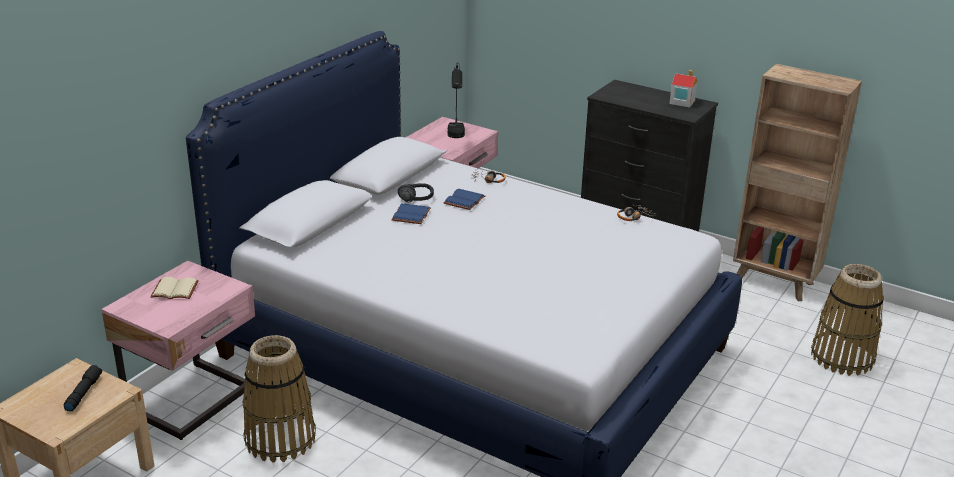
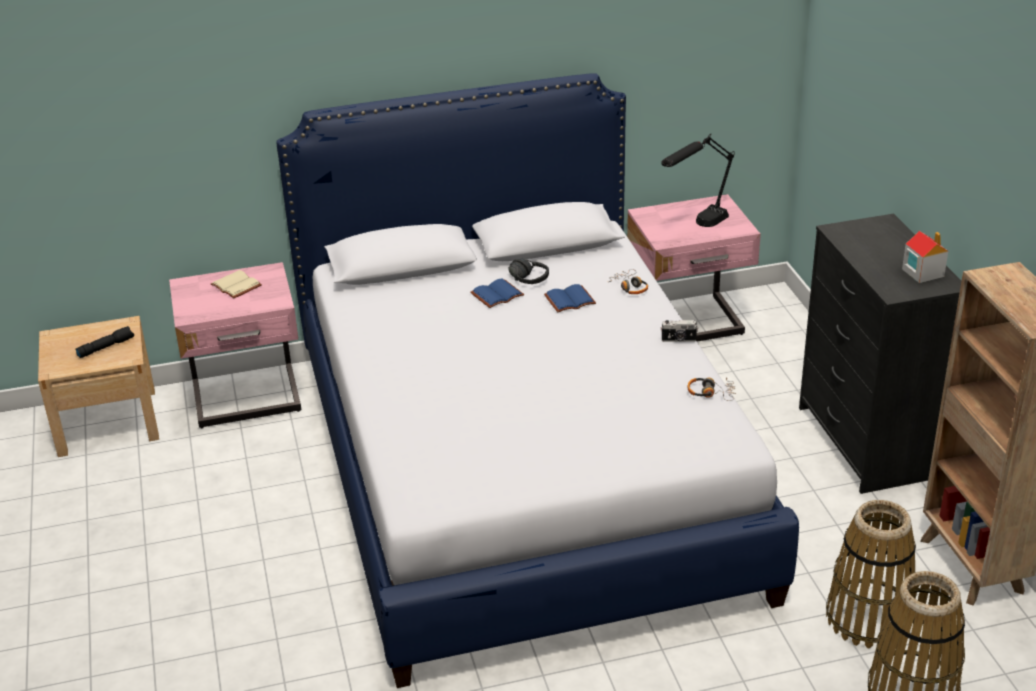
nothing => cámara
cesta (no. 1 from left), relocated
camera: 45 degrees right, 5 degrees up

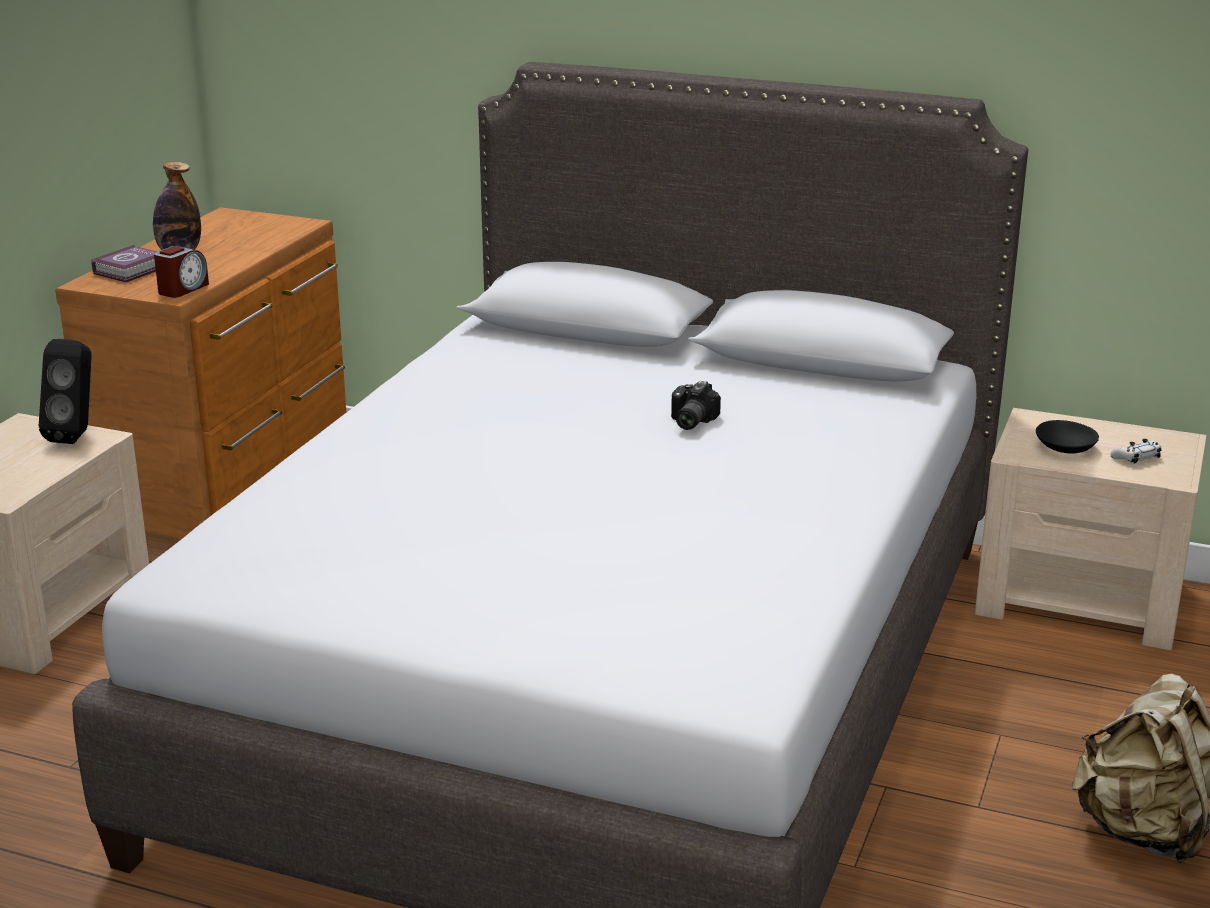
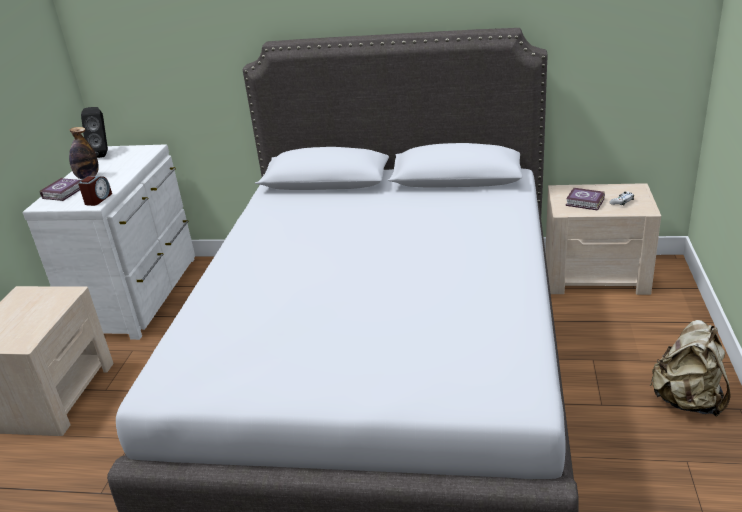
cómoda/marrón => cómoda/blanco
altavoz/negro, relocated
cuenco/negro => libro (no. 2 from left)
cámara => nothing
camera: 10 degrees left, 5 degrees up

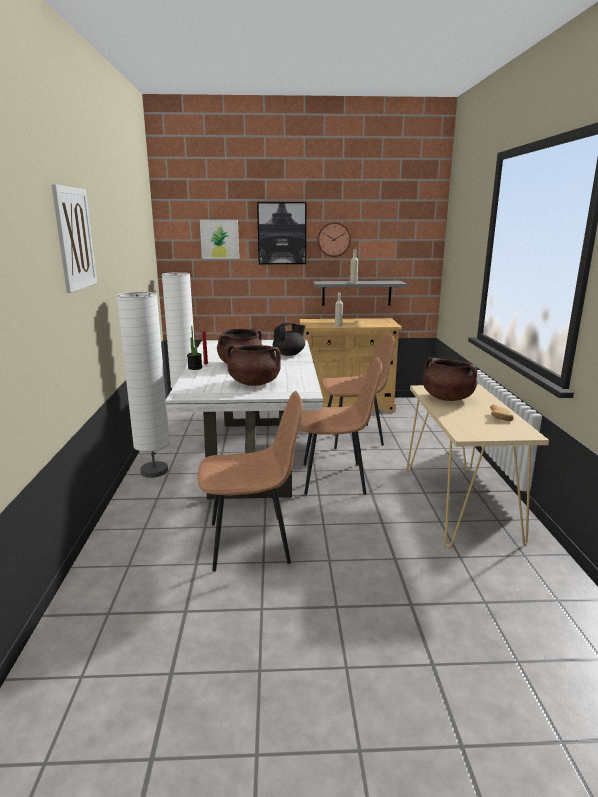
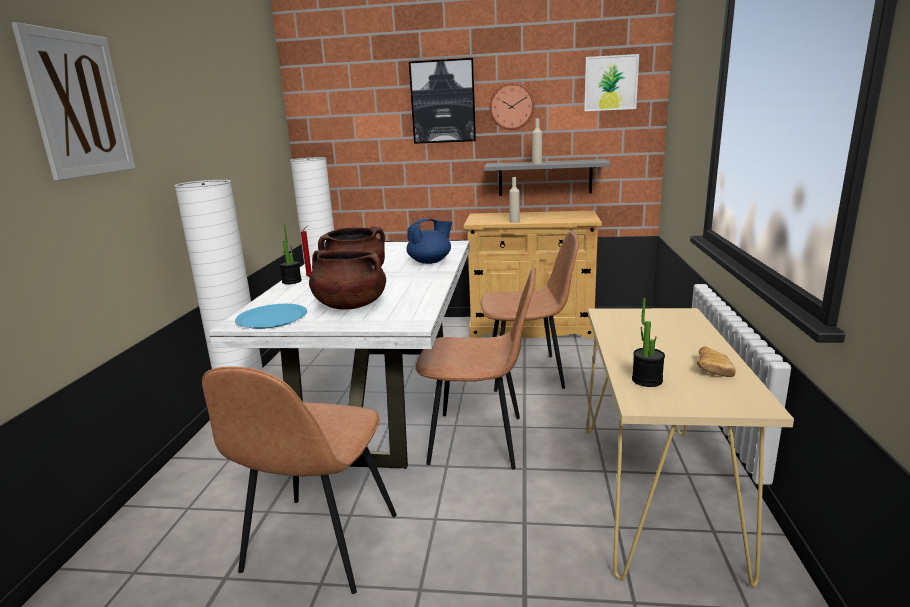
silla/marrón (no. 1 from left), 105 degrees clockwise
nothing => plato/azul
tetera/negro => tetera/azul
cuadro (no. 2 from left in the first image) => cuadro (no. 3 from left), relocated
nothing => planta en maceta (no. 2 from left)
olla/marrón (no. 3 from left) => nothing
camera: 10 degrees right, 0 degrees up

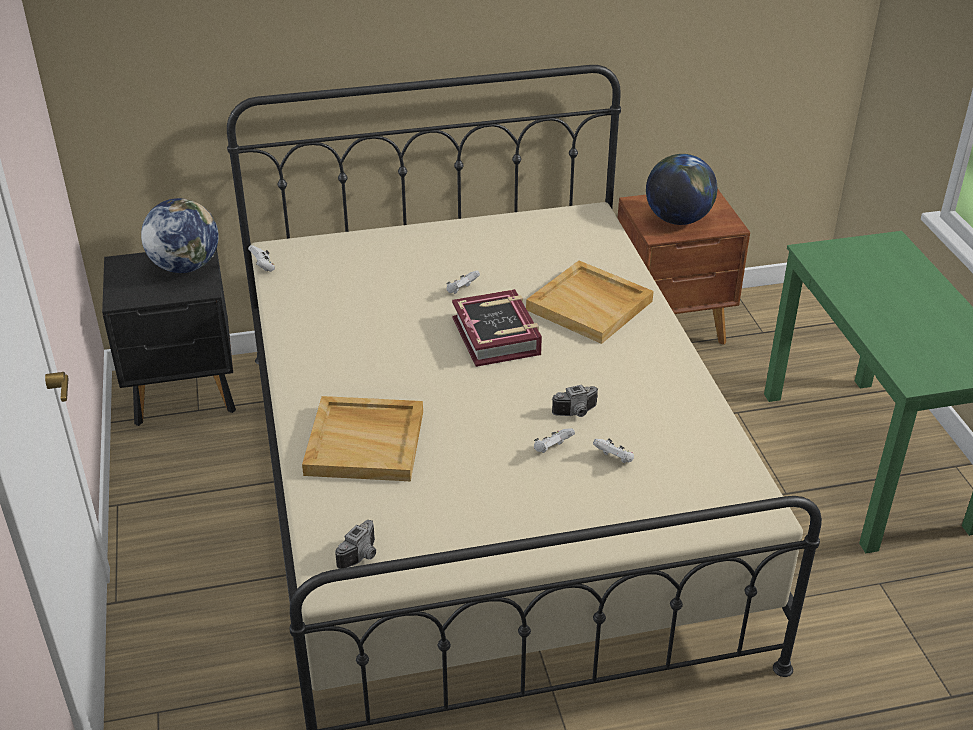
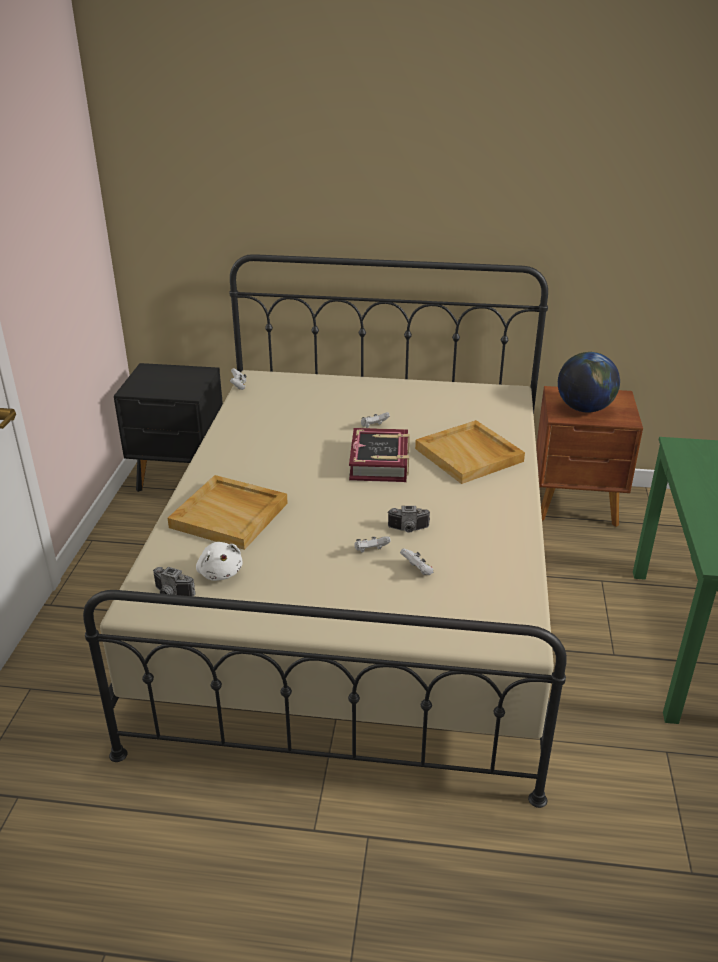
cámara (no. 1 from left), 60 degrees clockwise
nothing => peluche/blanco
globo terráqueo (no. 1 from left) => nothing
camera: 20 degrees right, 5 degrees down

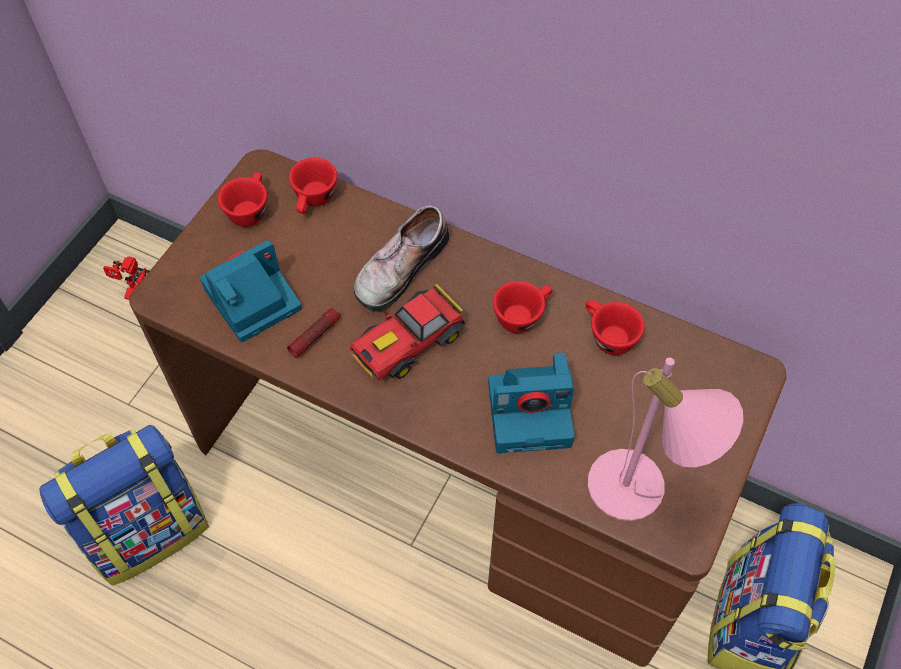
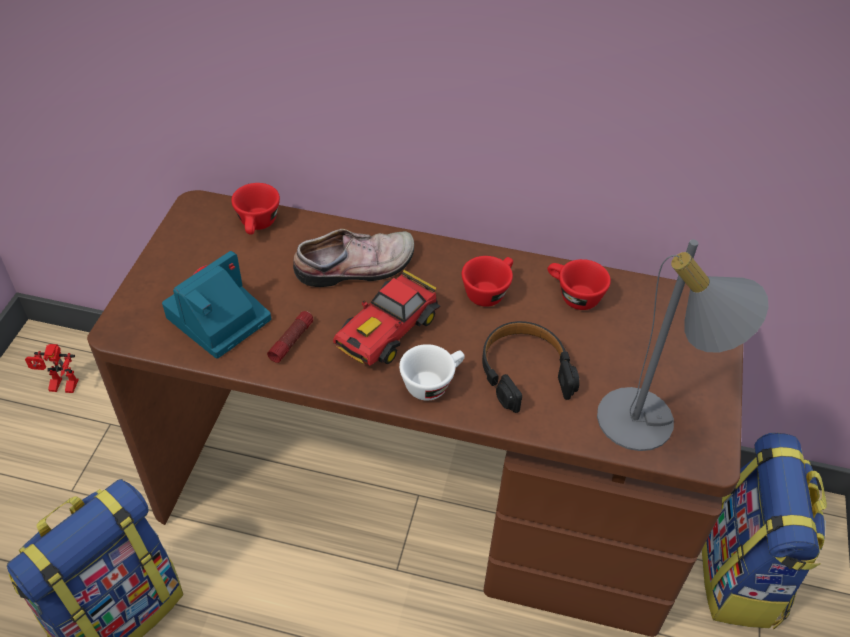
zapato, 135 degrees counterclockwise
nothing => taza/blanco
cámara (no. 2 from left) => auriculares/negro
lámpara de mesa/rosa => lámpara de mesa/gris
taza/rojo (no. 1 from left) => nothing
camera: 15 degrees left, 10 degrees down

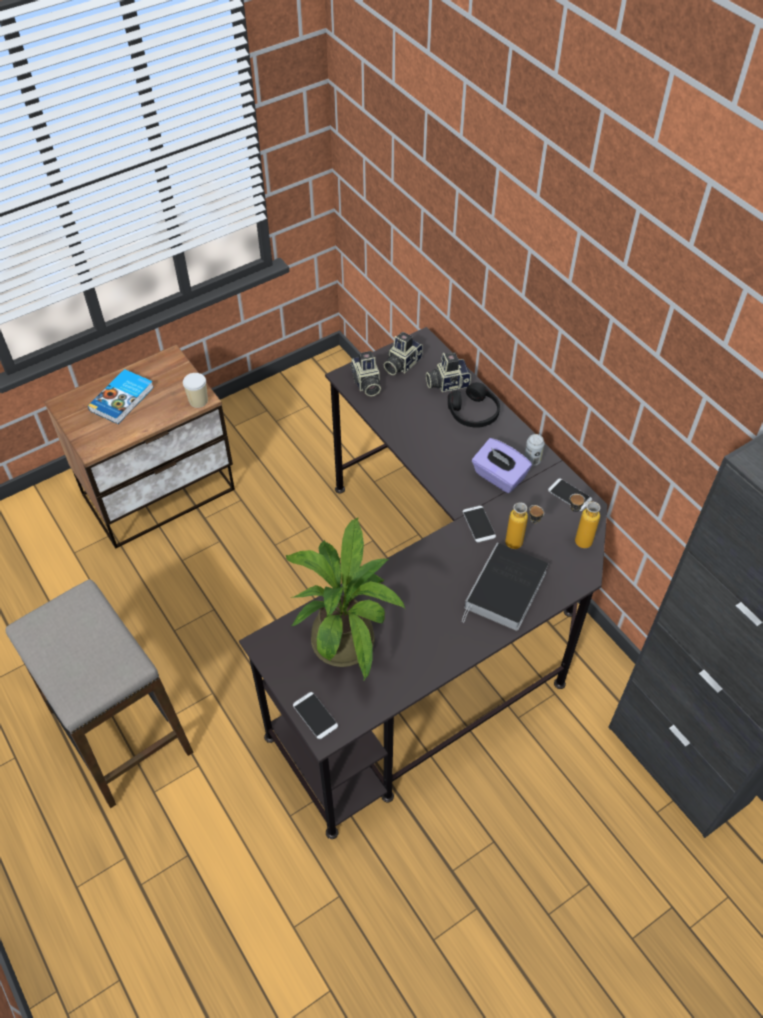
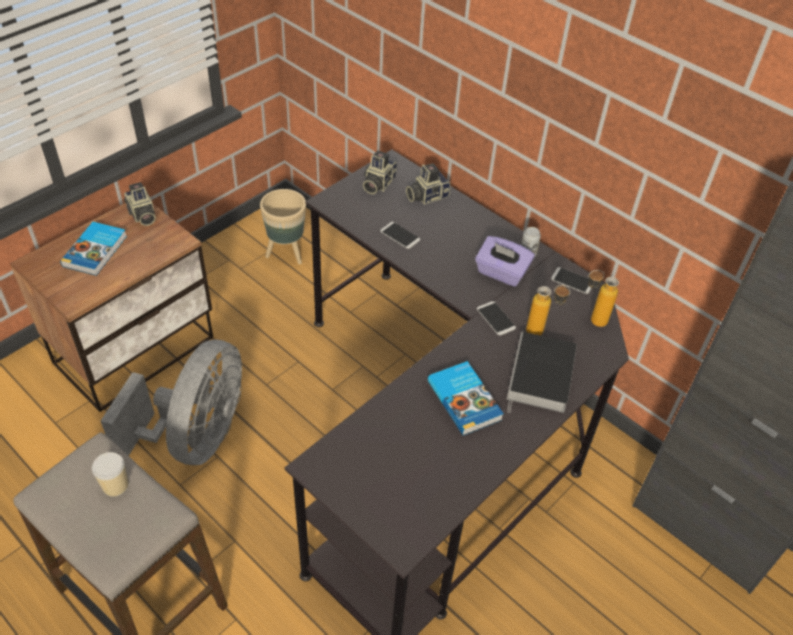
taza, relocated
nothing => ventilador/gris
cámara (no. 1 from left), relocated
nothing => maceta/beis
móvil (no. 1 from left), relocated
nothing => libro (no. 2 from left)
planta en maceta => nothing
auriculares/negro => nothing
camera: 15 degrees left, 5 degrees down

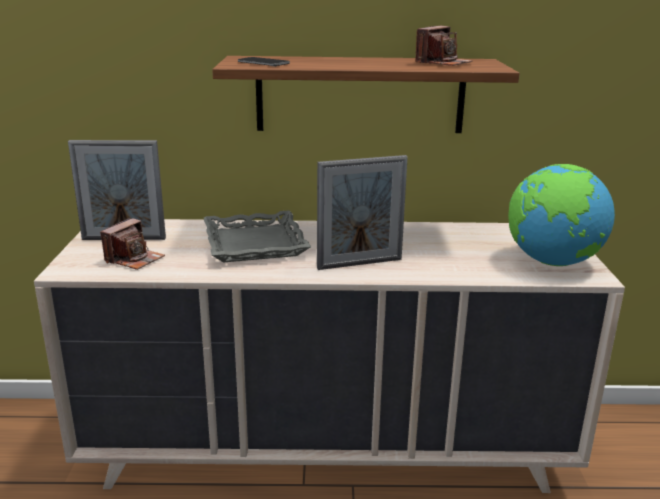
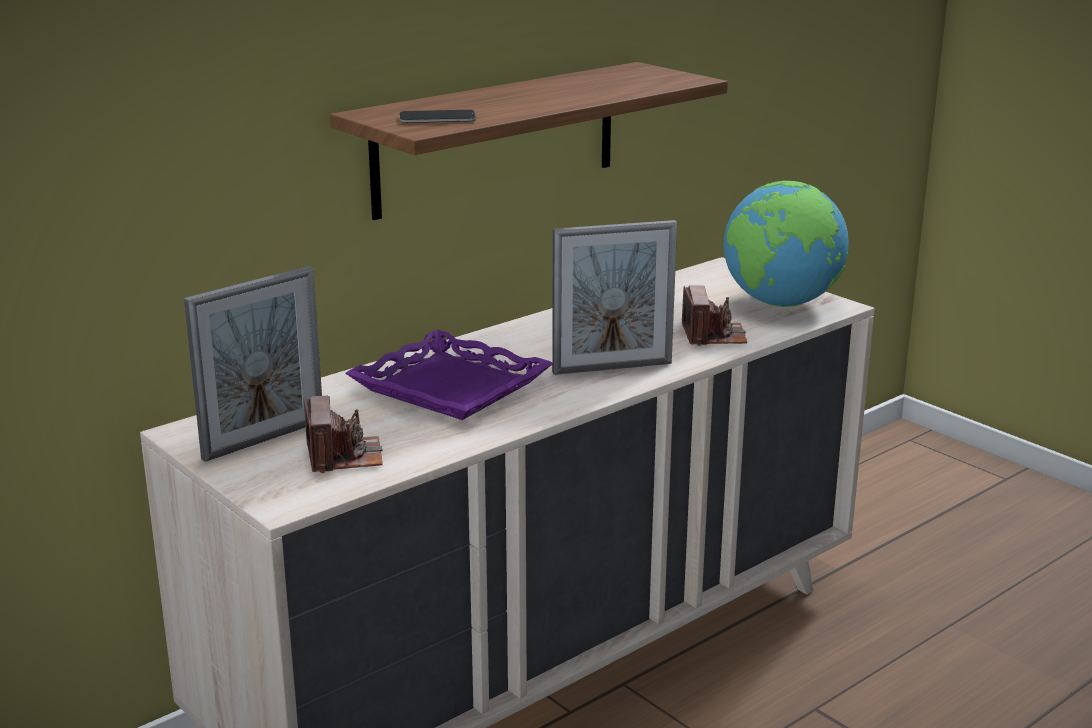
bandeja/gris => bandeja/morado
portarretratos (no. 2 from left), 45 degrees clockwise
cámara (no. 2 from left), relocated
camera: 40 degrees left, 0 degrees up

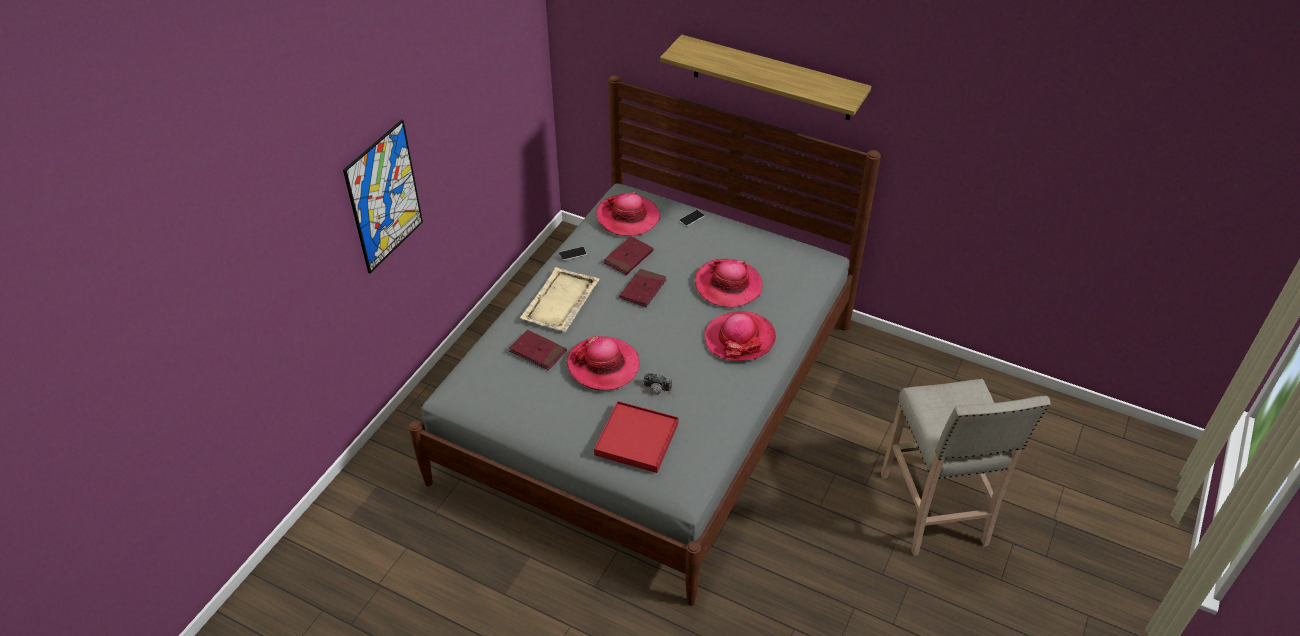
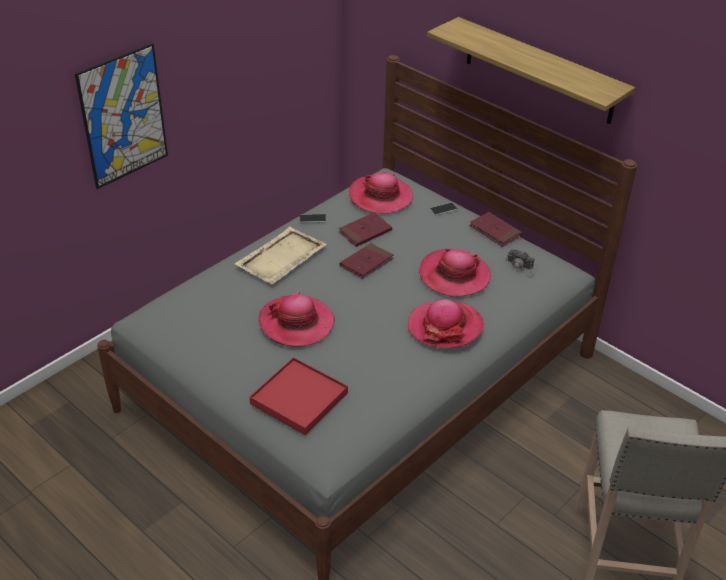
libro/rojo (no. 1 from left in the first image) => libro/rojo (no. 3 from left), relocated
cámara, relocated
camera: 15 degrees right, 5 degrees down

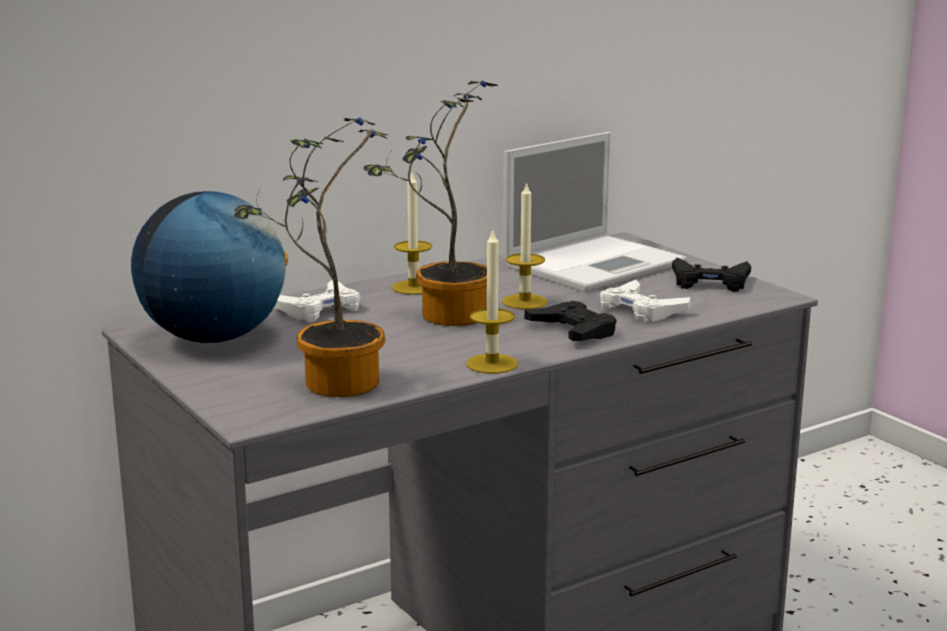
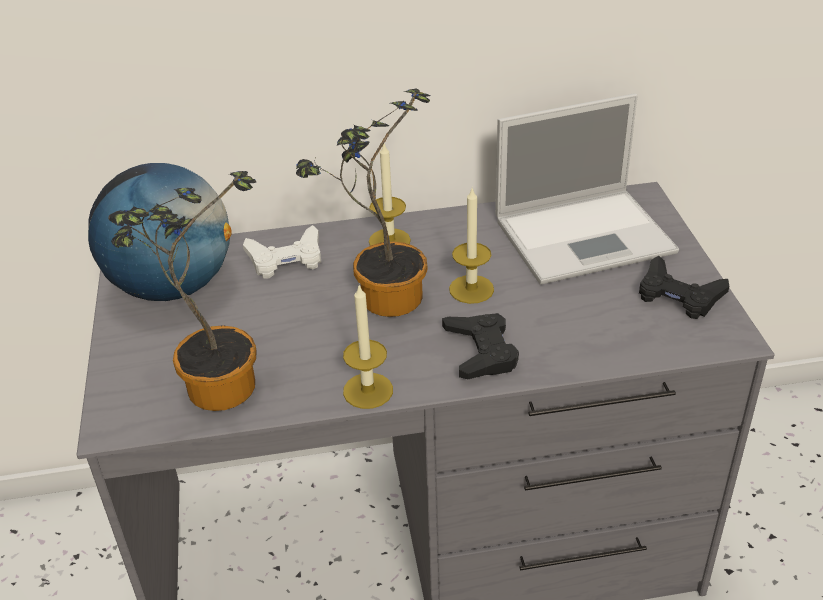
mando de consola/blanco (no. 2 from left) => nothing
camera: 25 degrees right, 20 degrees up

